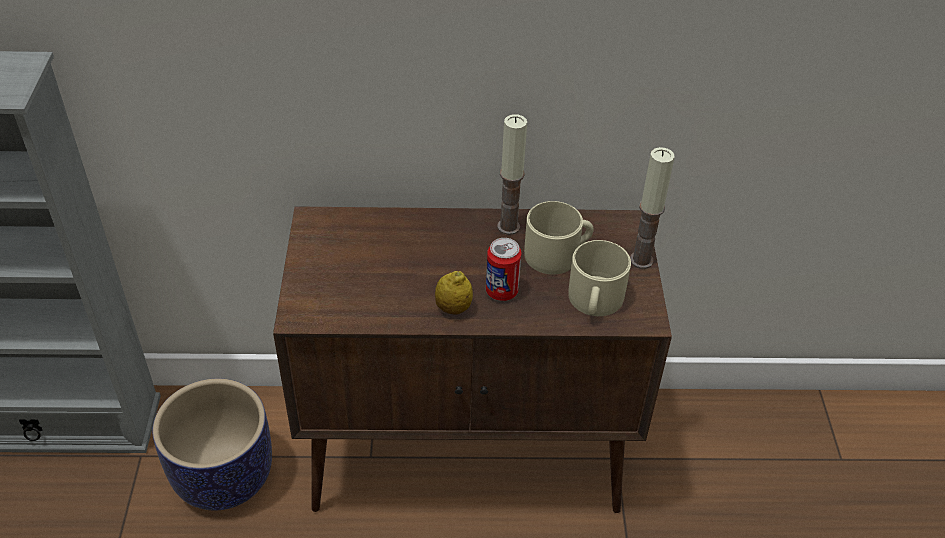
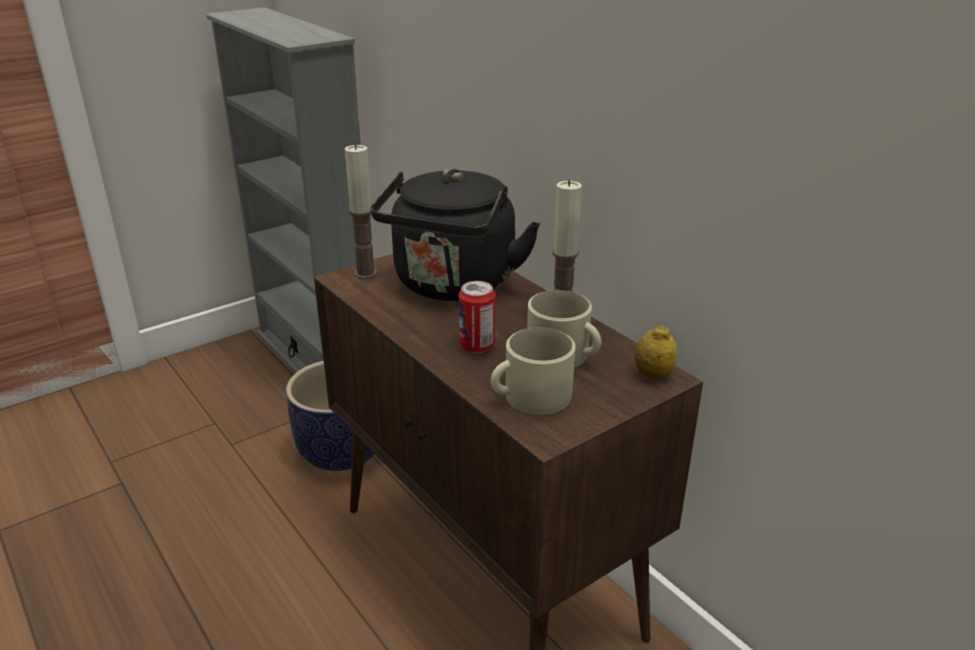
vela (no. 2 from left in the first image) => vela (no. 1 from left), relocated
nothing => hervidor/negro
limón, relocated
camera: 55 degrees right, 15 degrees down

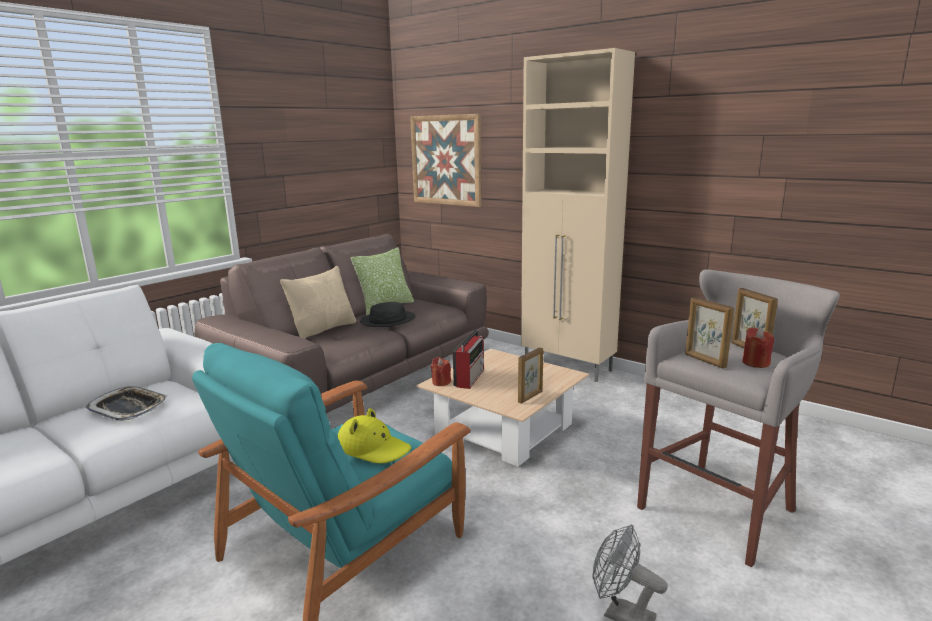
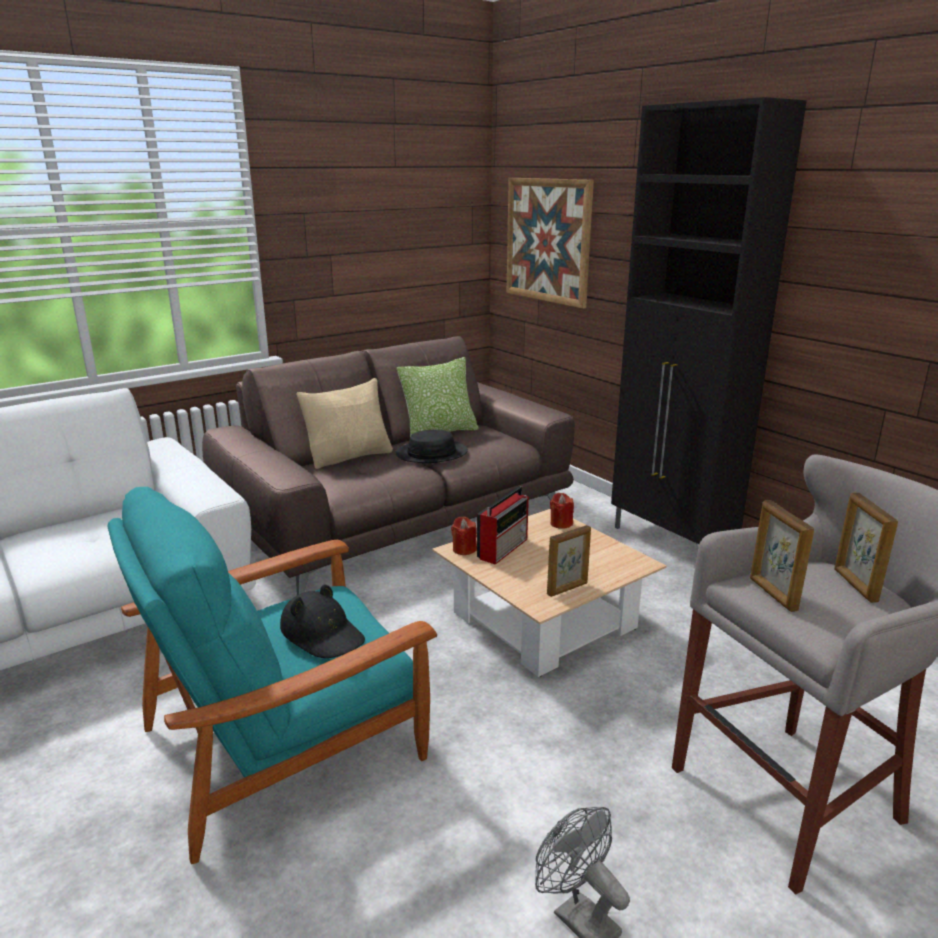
sombrero/amarillo => sombrero/negro (no. 1 from left)
vela/rojo (no. 2 from left), relocated
armario/beis => armario/negro
bandeja => nothing
camera: 15 degrees right, 5 degrees up

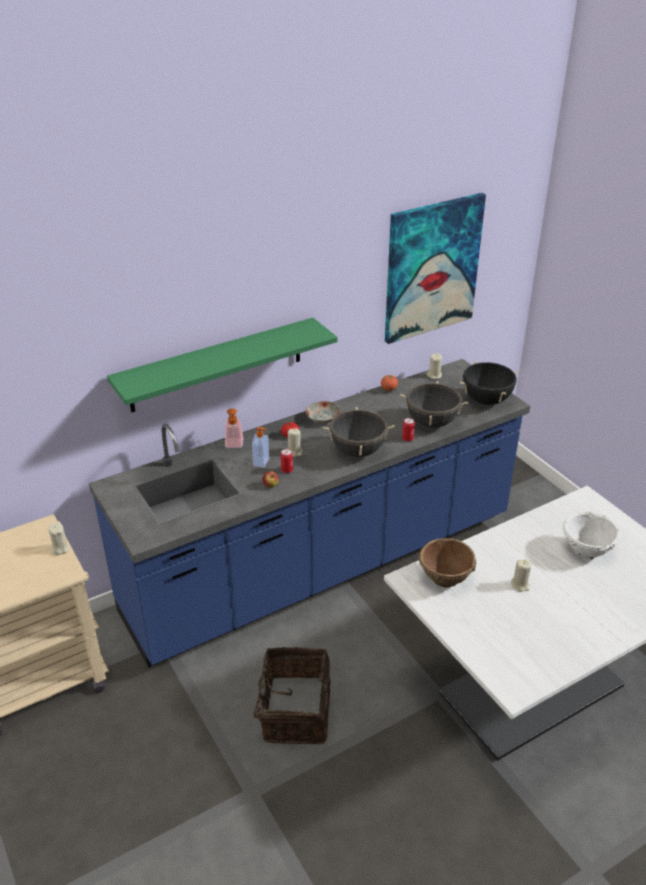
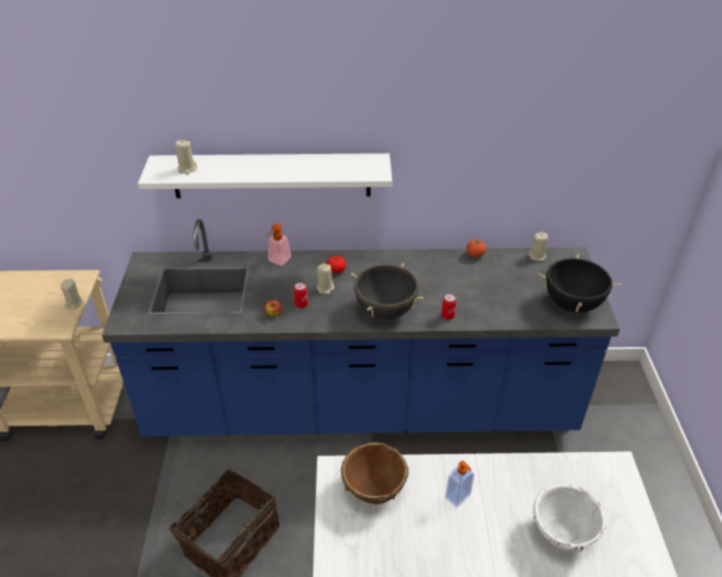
estante/verde => estante/blanco
vela/beis (no. 4 from left in the first image) => vela/beis (no. 2 from left), relocated
dispensador de jabón (no. 2 from left), relocated
plato => nothing
cuadro => nothing
olla/negro (no. 2 from left) => nothing
camera: 30 degrees right, 5 degrees up

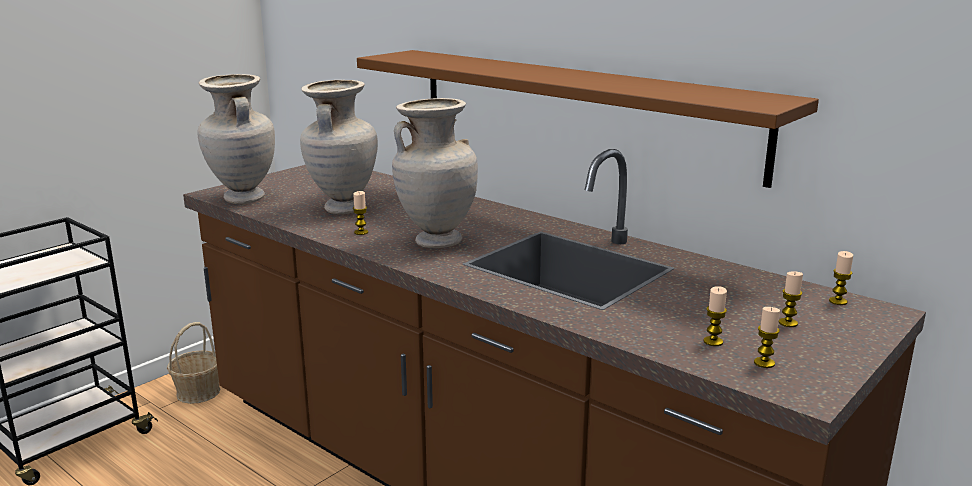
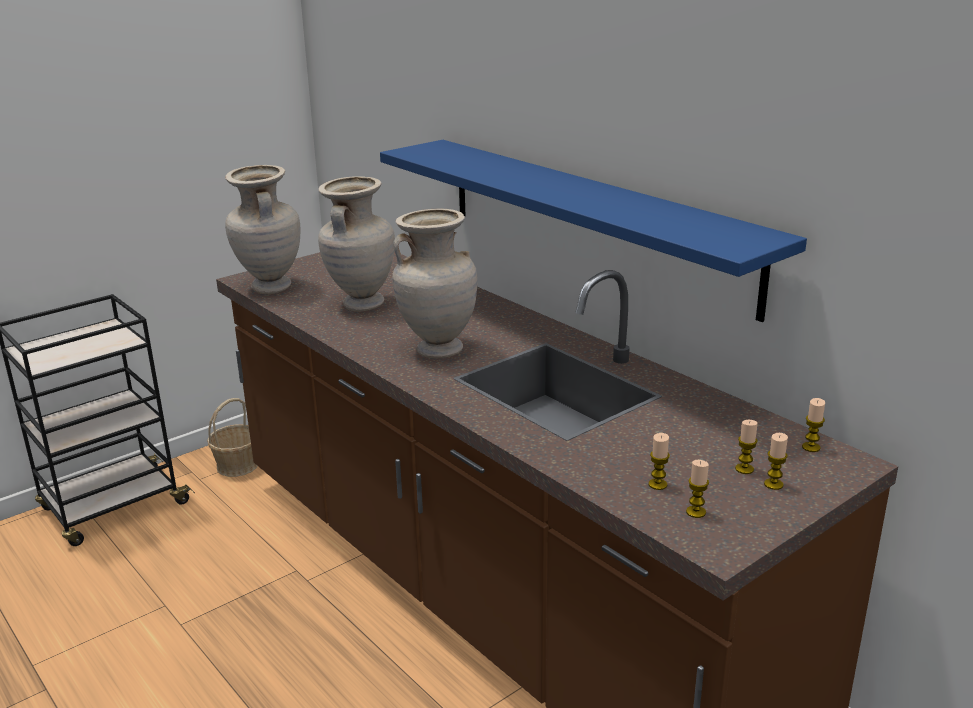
estante/marrón => estante/azul
vela (no. 1 from left in the first image) => vela (no. 4 from left), relocated
camera: 10 degrees right, 5 degrees up

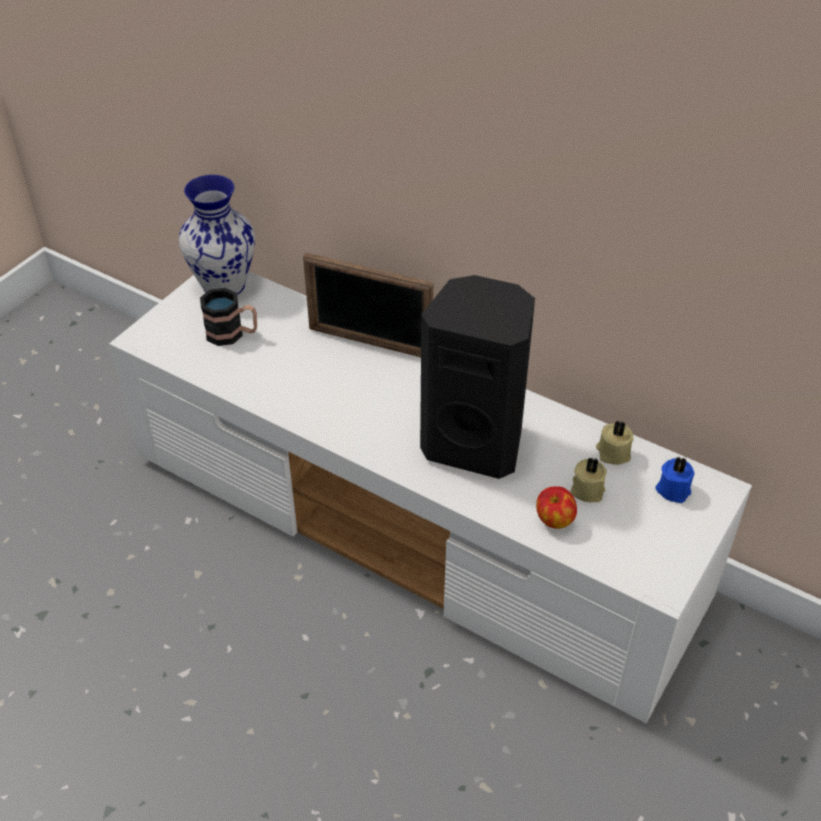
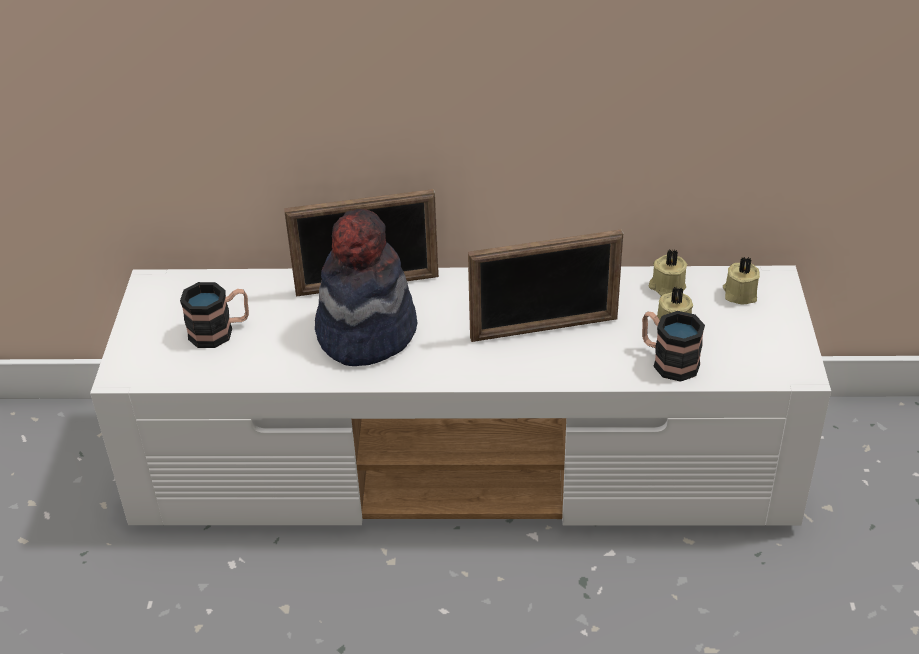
nothing => sombrero
altavoz/negro => portarretratos (no. 2 from left)
manzana => taza grande (no. 2 from left)
vela/azul => vela/beis (no. 3 from left)
florero => nothing
camera: 30 degrees left, 5 degrees down

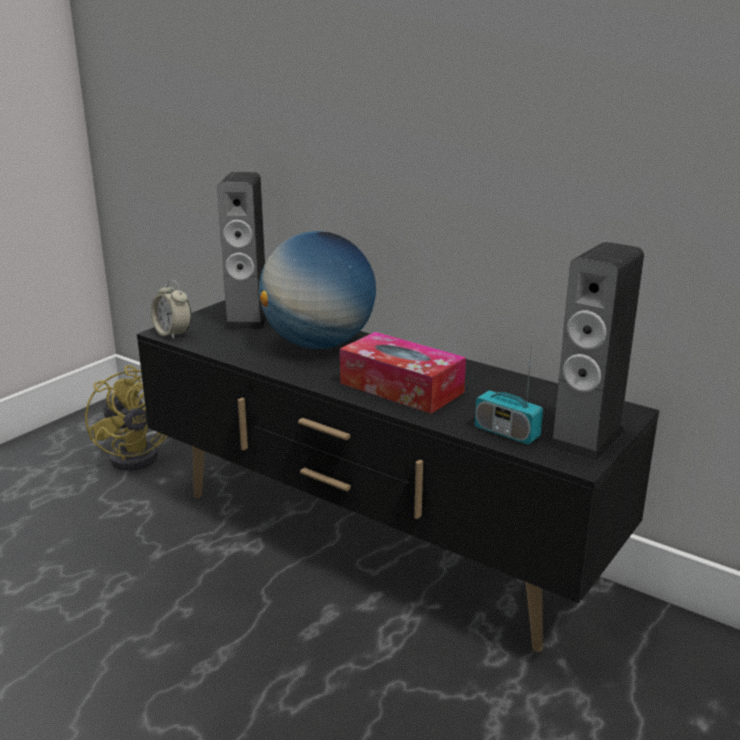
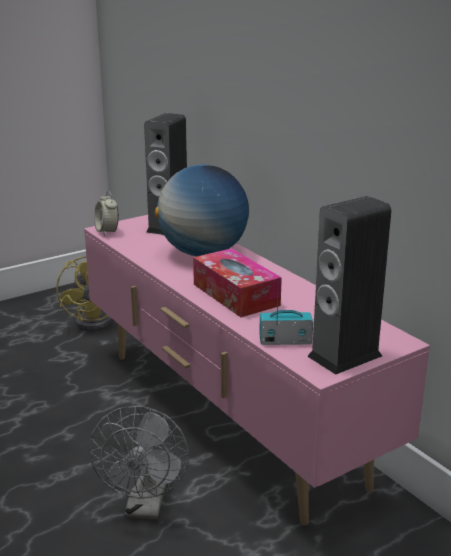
mueble de televisión/negro => mueble de televisión/rosa
nothing => ventilador/gris
radio, 120 degrees clockwise
camera: 20 degrees right, 0 degrees up

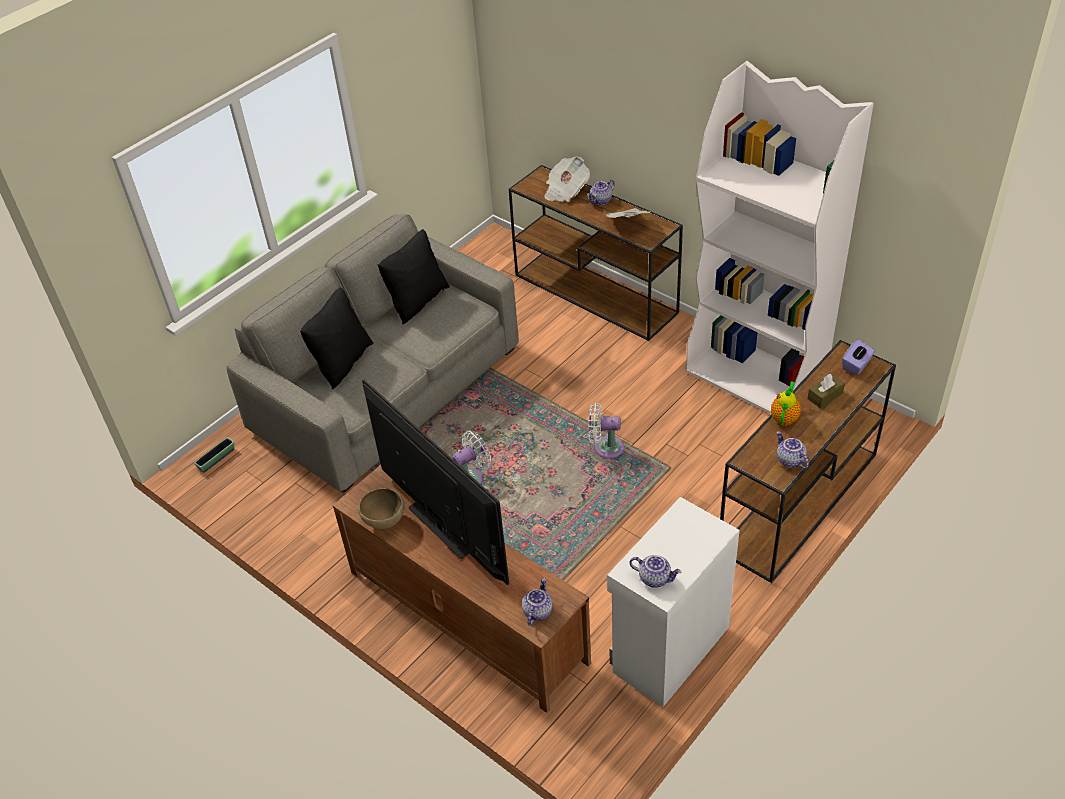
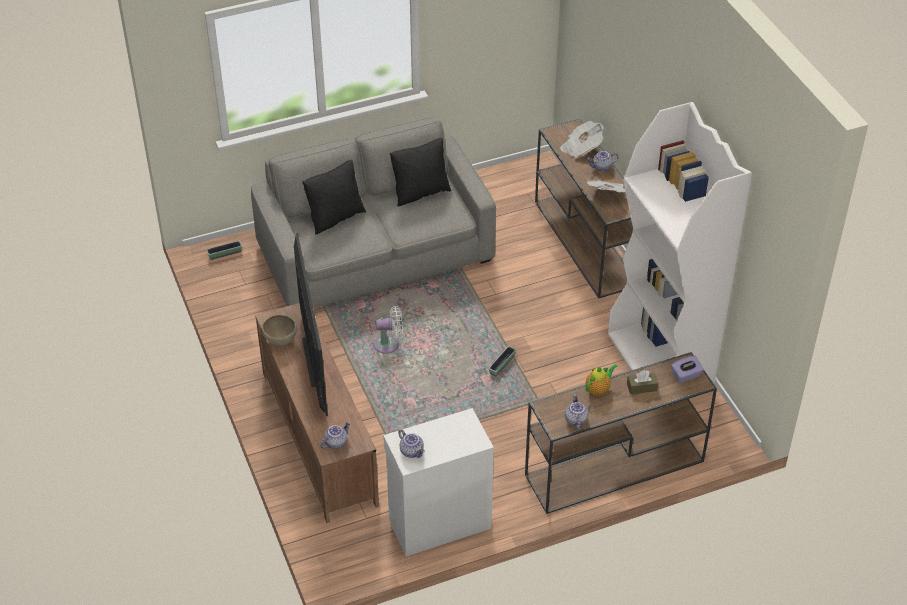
ventilador/blanco (no. 2 from left) => maceta (no. 2 from left)
camera: 25 degrees right, 0 degrees up

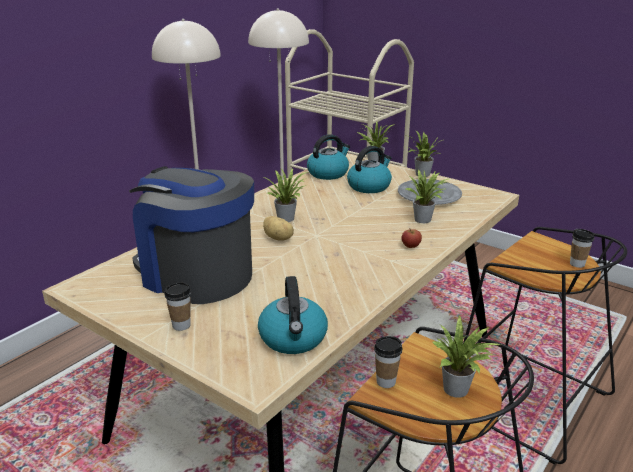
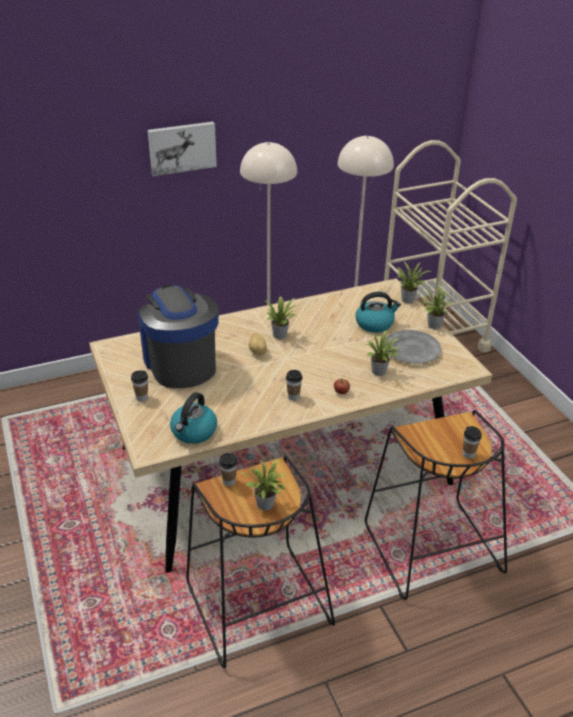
nothing => cuadro
nothing => taza (no. 3 from left)
hervidor (no. 2 from left) => nothing
camera: 30 degrees right, 10 degrees up

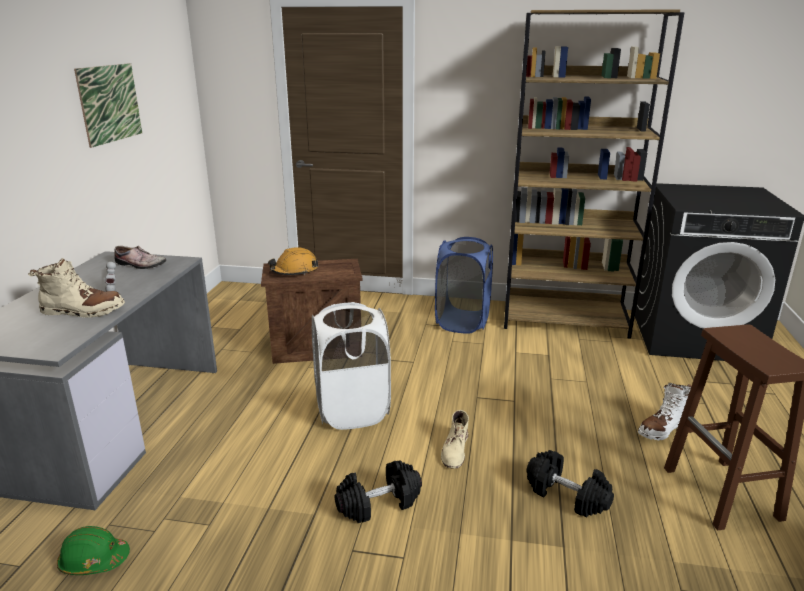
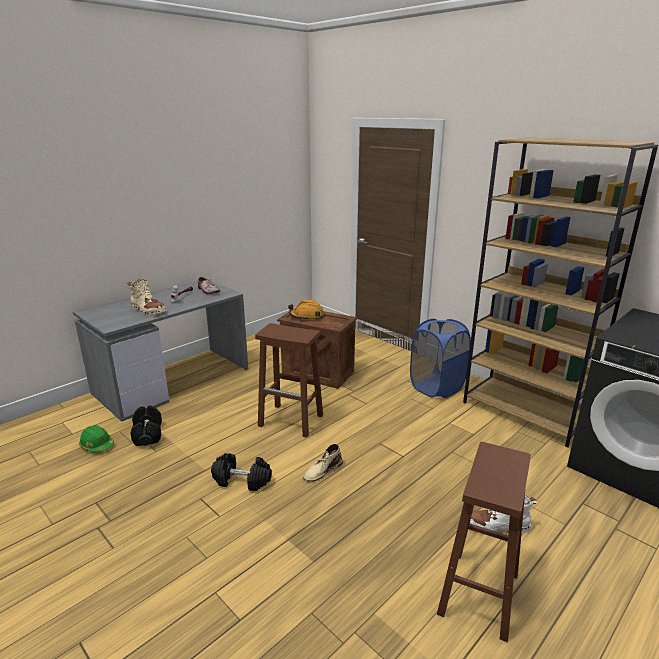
mancuerna/negro (no. 2 from left in the first image) => mancuerna/negro (no. 1 from left), relocated
cesto de la ropa/blanco => taburete/marrón (no. 1 from left)
cuadro => nothing
camera: 35 degrees right, 0 degrees up

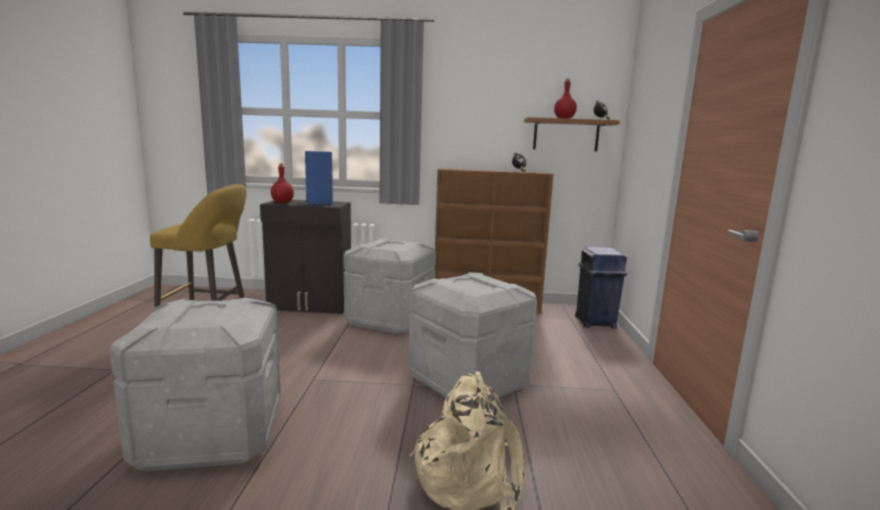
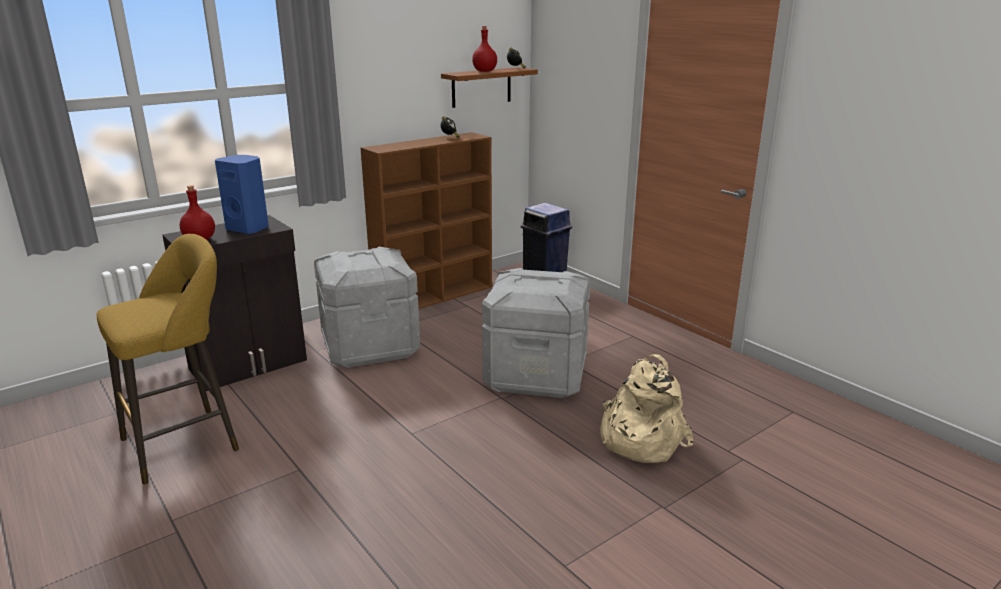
caja de almacenaje/gris (no. 1 from left) => nothing
camera: 40 degrees left, 10 degrees up

